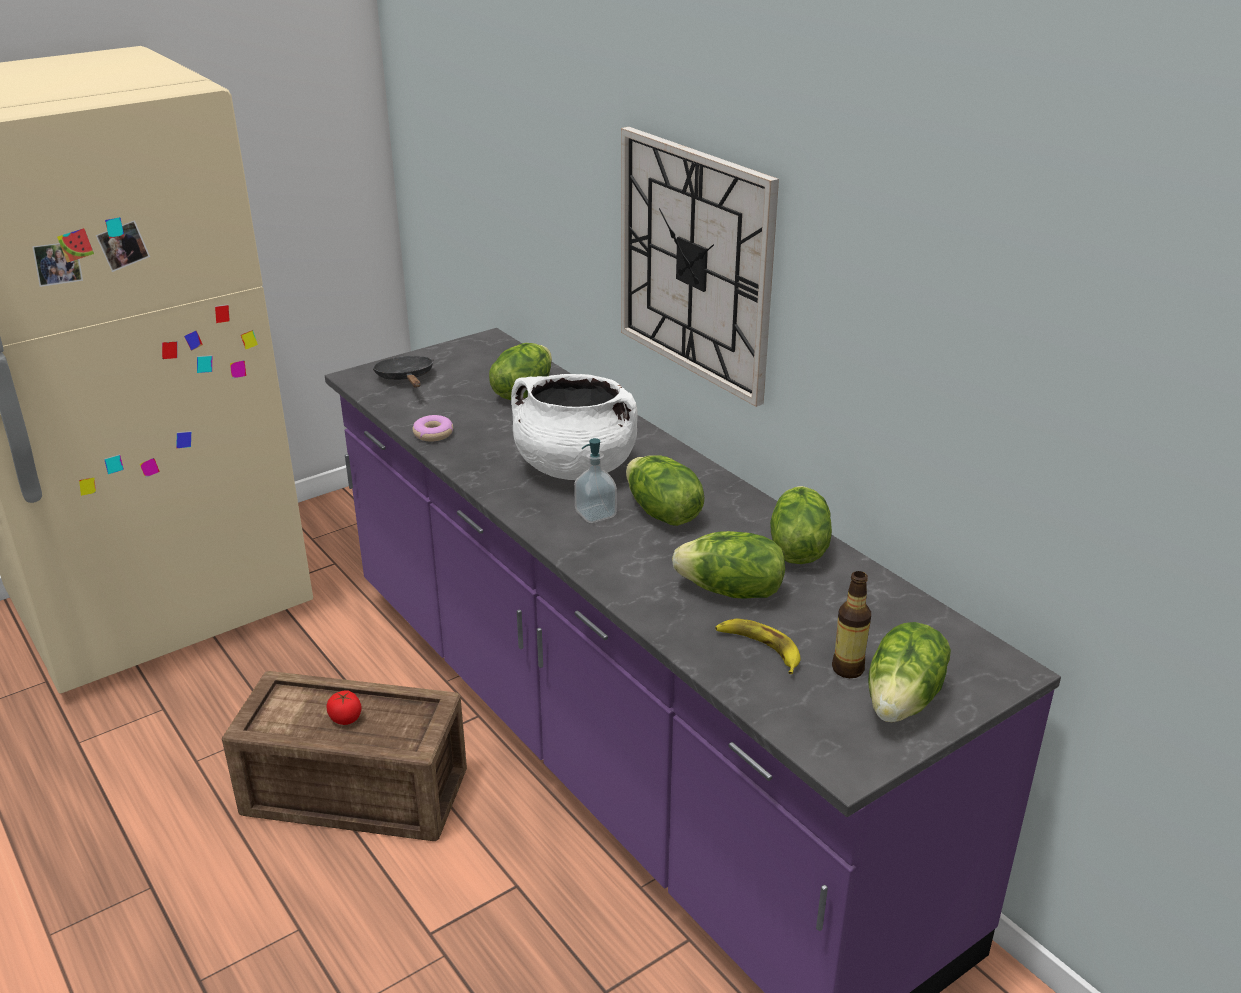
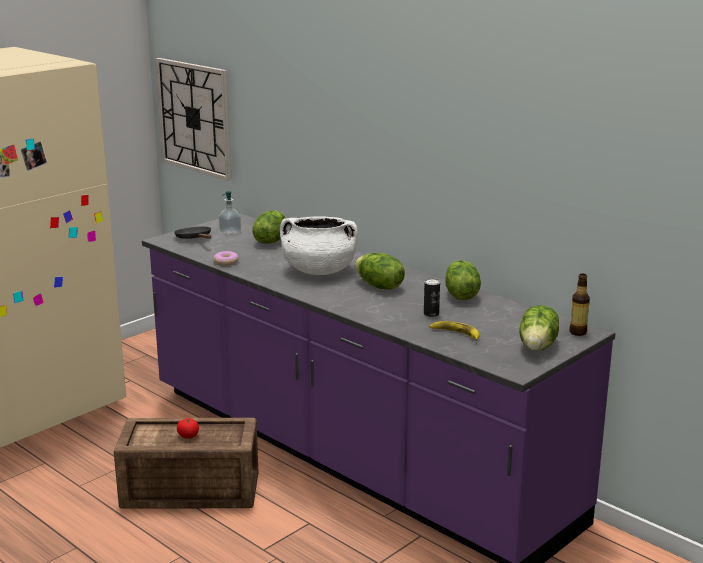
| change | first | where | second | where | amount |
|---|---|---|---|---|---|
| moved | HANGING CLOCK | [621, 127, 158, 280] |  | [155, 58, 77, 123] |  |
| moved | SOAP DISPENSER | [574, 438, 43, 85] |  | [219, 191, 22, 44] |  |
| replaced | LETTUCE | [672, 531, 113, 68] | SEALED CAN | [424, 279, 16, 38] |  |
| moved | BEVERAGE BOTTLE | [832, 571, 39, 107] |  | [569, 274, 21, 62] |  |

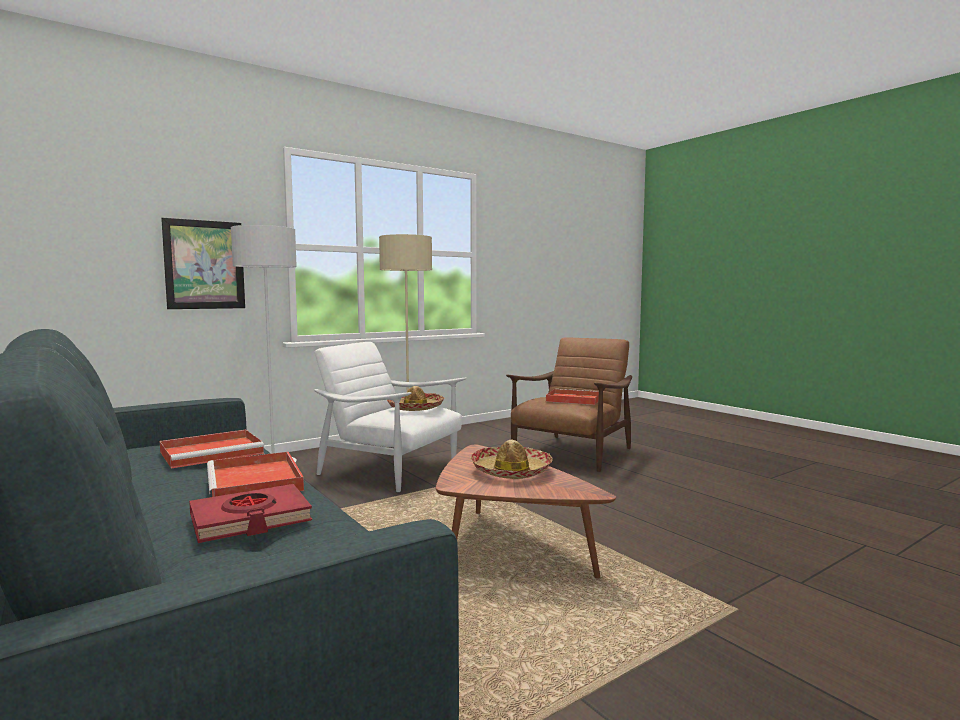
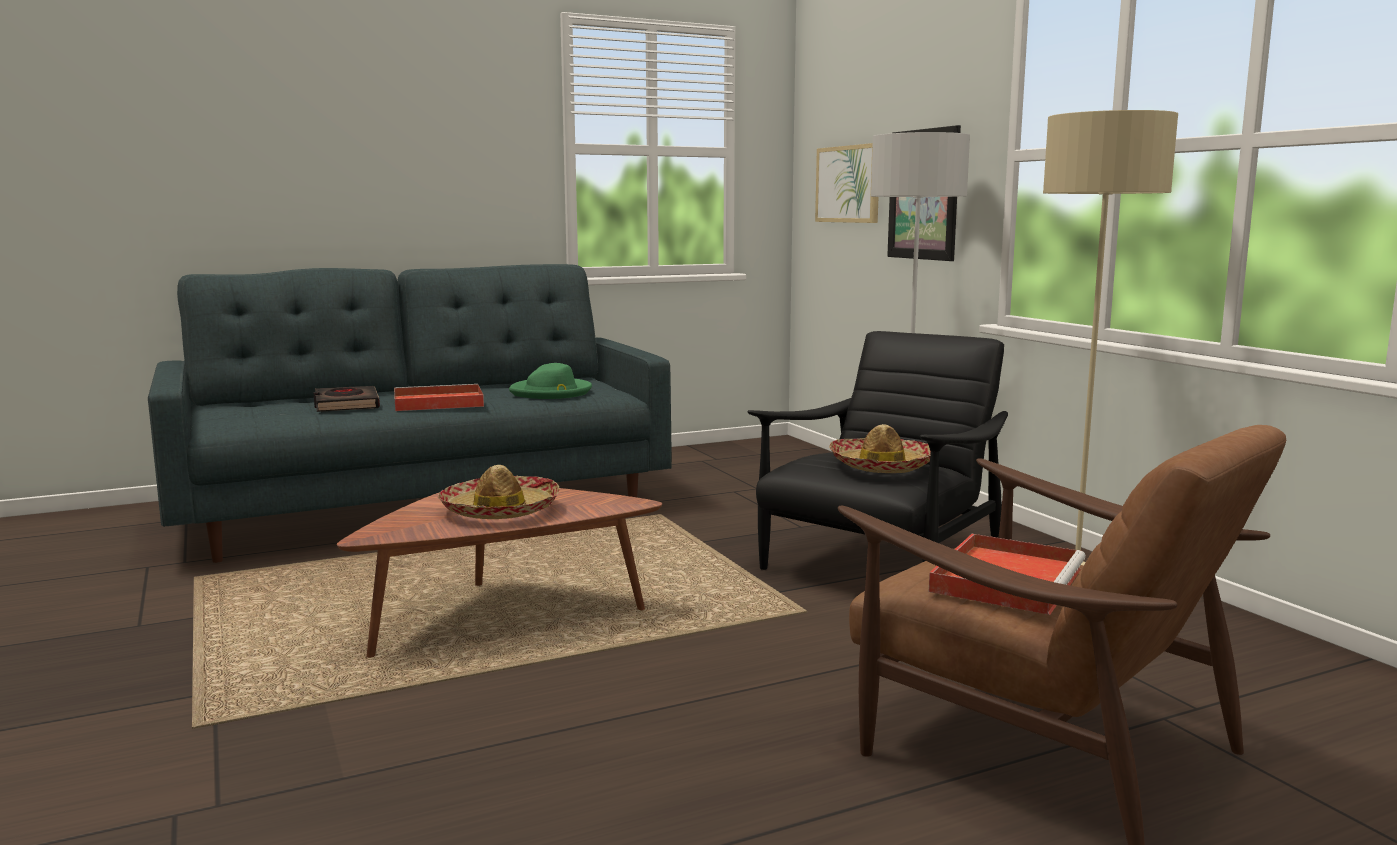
| change | first | where | second | where | amount |
|---|---|---|---|---|---|
| recoloured | RED BOOK | [189, 484, 123, 59] | BLACK-COLOURED BOOK | [314, 386, 66, 26] |  |
| replaced | RED SERVING TRAY | [159, 430, 105, 39] | GREEN-COLOURED CLOTHING HAT | [509, 363, 83, 36] |  |
| recoloured | WHITE EASY CHAIR | [314, 342, 153, 150] | BLACK-COLOURED EASY CHAIR | [747, 331, 261, 239] |  |
| added |  |  | WALL PICTURE | [815, 143, 63, 80] |  |

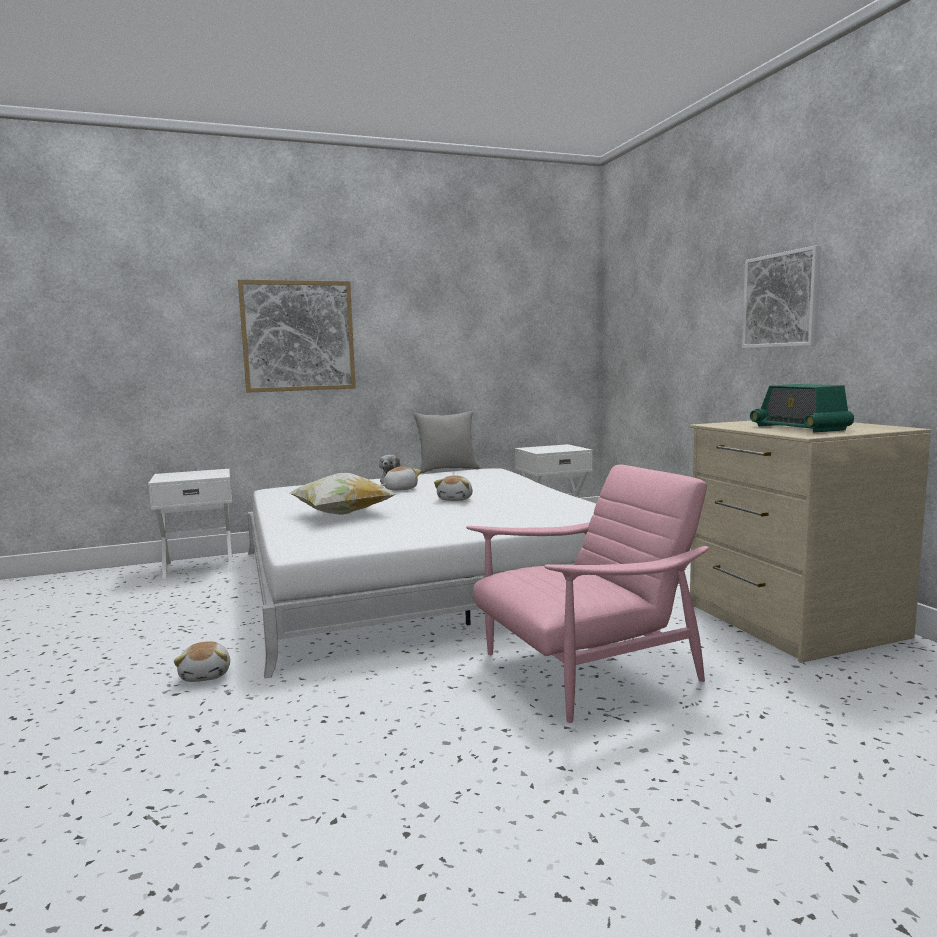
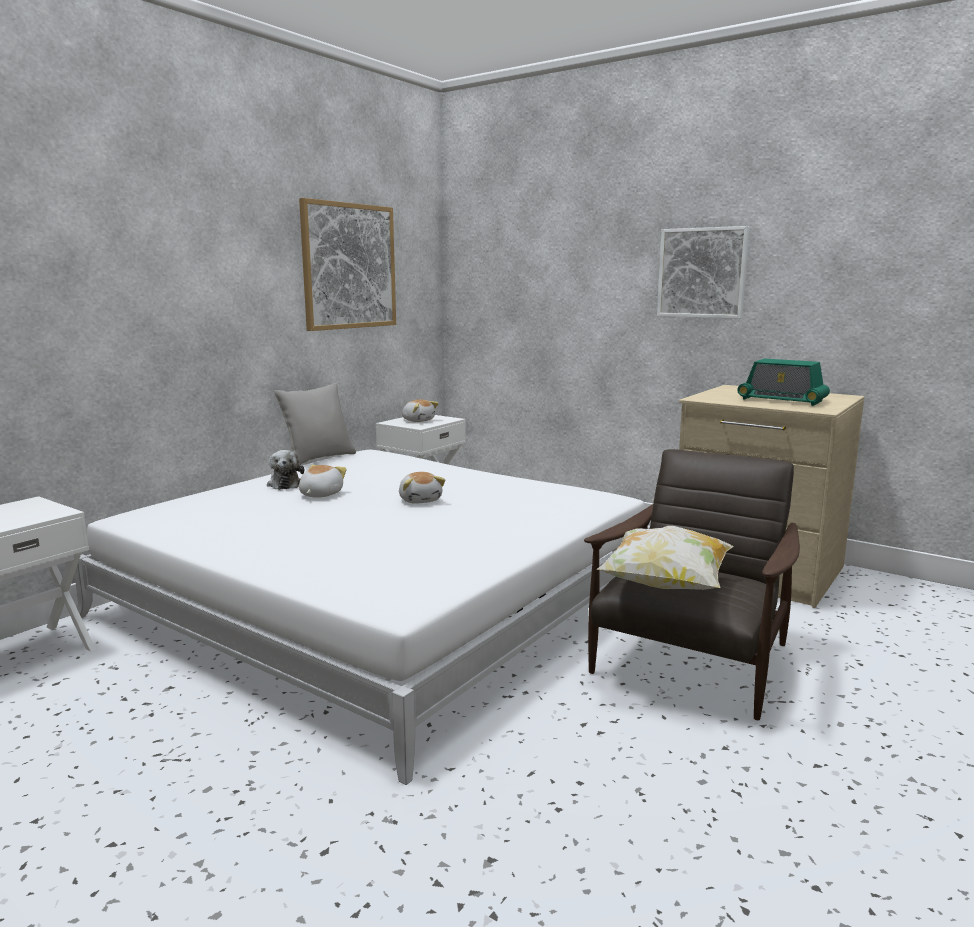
| change | first | where | second | where | amount |
|---|---|---|---|---|---|
| moved | WALL PICTURE | [238, 280, 118, 113] |  | [299, 198, 97, 133] |  |
| moved | CUDDLY TOY | [174, 641, 56, 41] |  | [402, 399, 37, 23] |  |
| recoloured | PINK-COLOURED EASY CHAIR | [466, 465, 243, 258] | BROWN-COLOURED EASY CHAIR | [584, 449, 216, 271] |  |
| moved | THROW PILLOW | [290, 473, 106, 42] |  | [596, 526, 138, 64] |  |

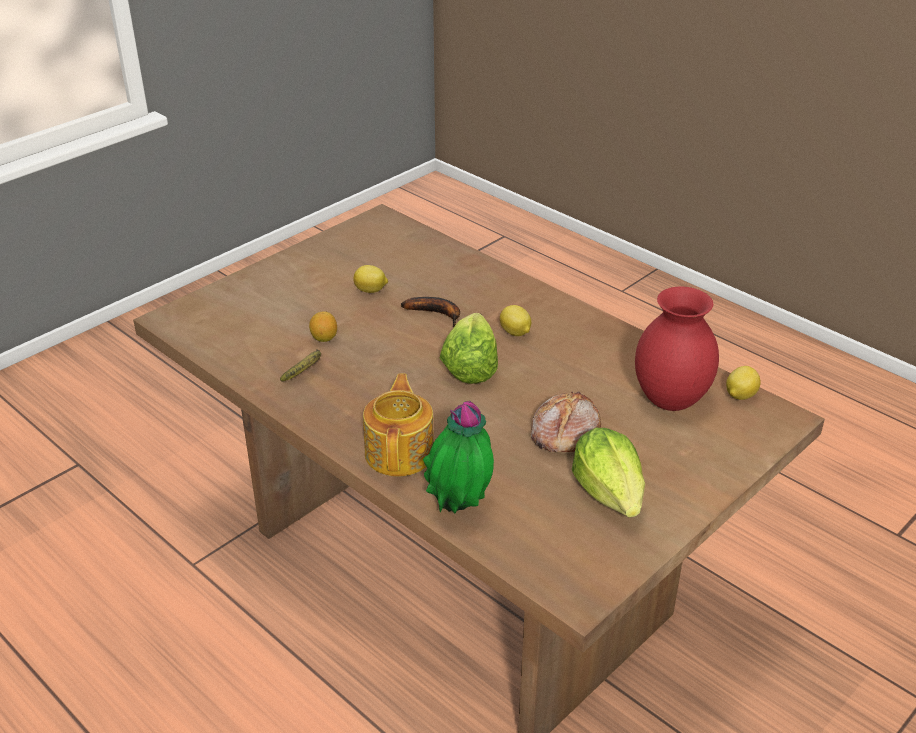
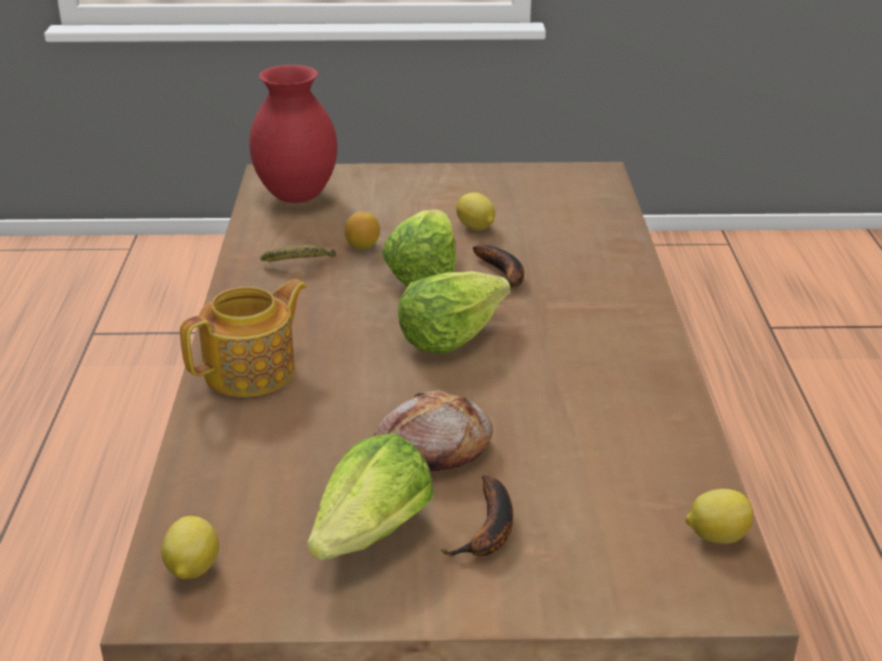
| change | first | where | second | where | amount |
|---|---|---|---|---|---|
| moved | LEMON | [500, 305, 31, 31] |  | [161, 516, 58, 63] |  |
| moved | RED VASE | [635, 286, 84, 125] |  | [249, 65, 88, 138] |  |
| added |  |  | LETTUCE | [382, 210, 75, 76] |  |
| added |  |  | BANANA | [440, 476, 73, 81] |  |
| removed | HOUSEPLANT | [423, 401, 71, 112] |  |  |  |

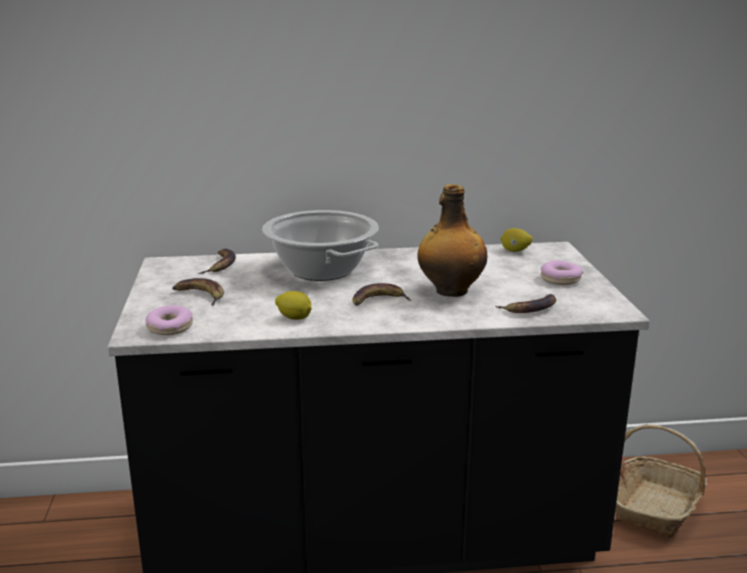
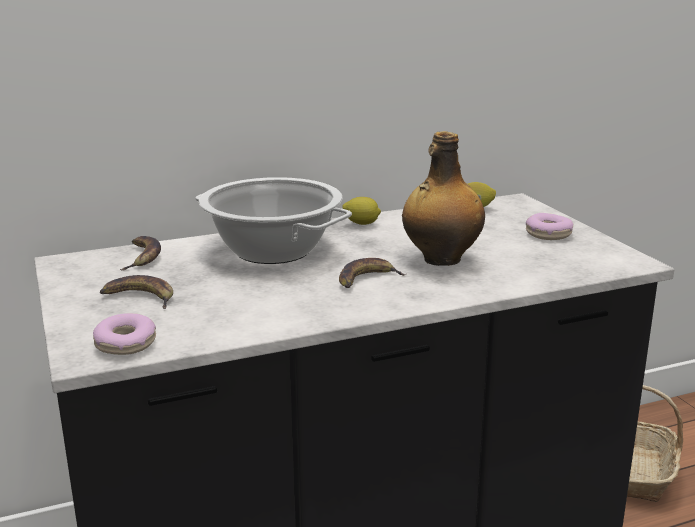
| change | first | where | second | where | amount |
|---|---|---|---|---|---|
| moved | LEMON | [275, 291, 36, 29] |  | [342, 197, 39, 28] |  |
| removed | BANANA | [496, 294, 60, 19] |  |  |  |

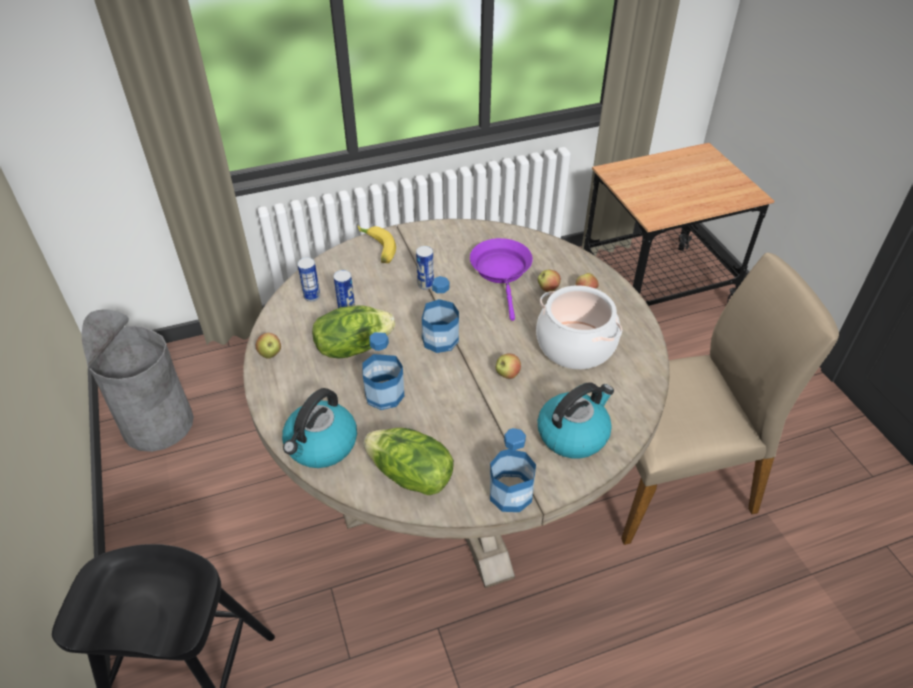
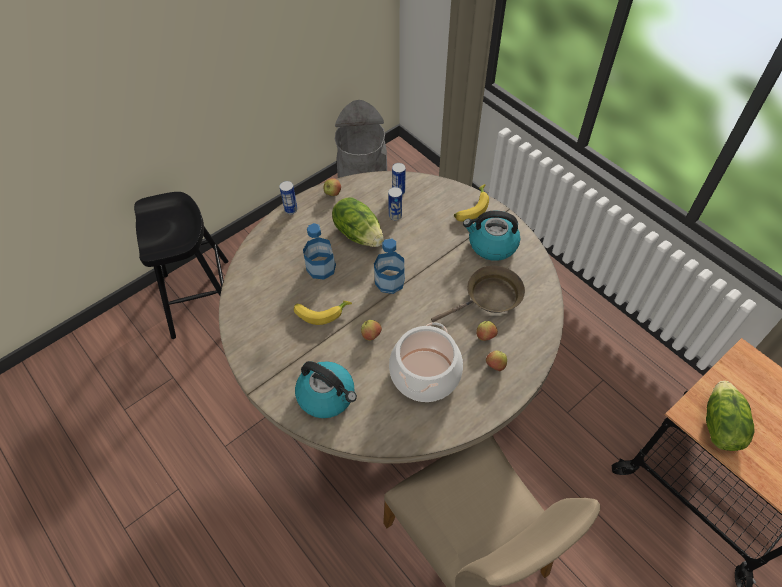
| change | first | where | second | where | amount |
|---|---|---|---|---|---|
| moved | SEALED CAN | [416, 246, 18, 44] |  | [279, 181, 19, 33] |  |
| added |  |  | BANANA | [294, 301, 58, 24] |  |
| recoloured | PURPLISH FRYING PAN | [470, 238, 63, 83] | BROWN-COLOURED FRYING PAN | [431, 266, 94, 56] |  |
| moved | TEA KETTLE | [282, 388, 75, 80] |  | [463, 211, 57, 50] |  |
| moved | LETTUCE | [364, 428, 90, 67] |  | [706, 381, 49, 70] |  |
| removed | BEVERAGE BOTTLE | [490, 428, 46, 84] |  |  |  |

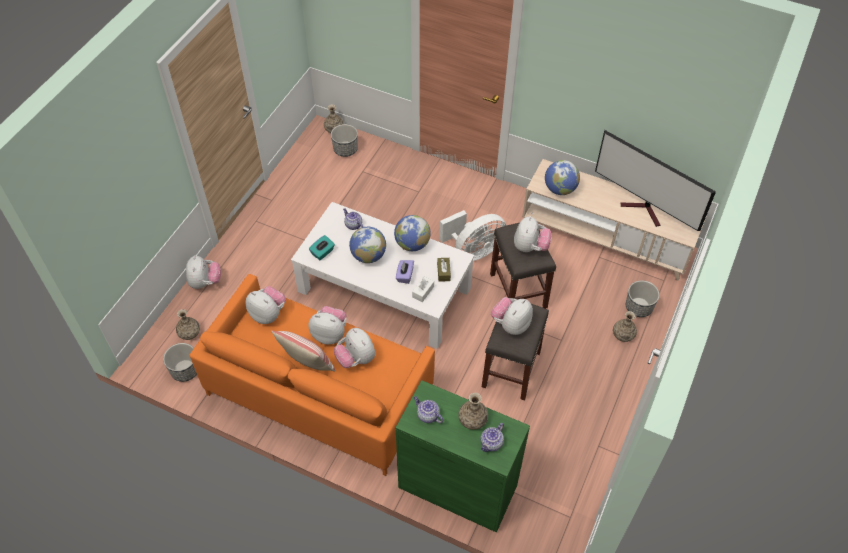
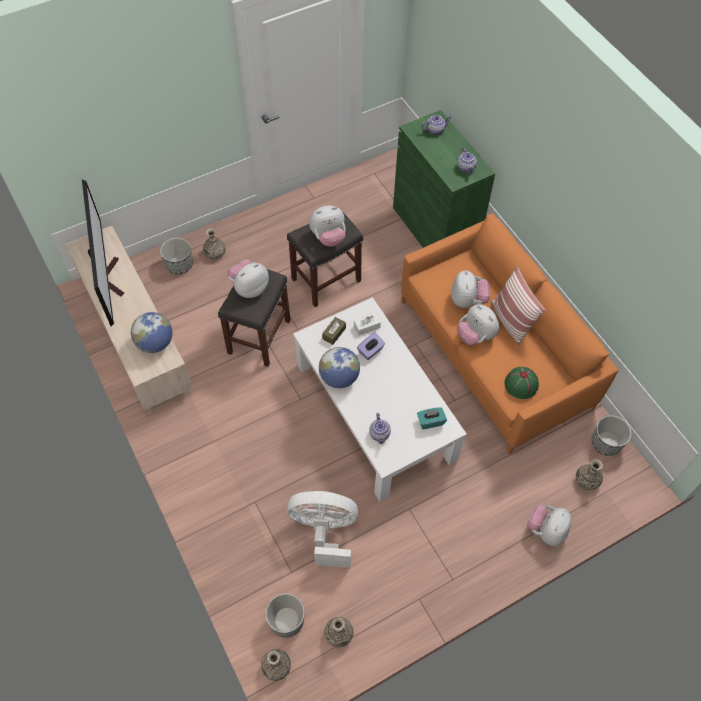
| change | first | where | second | where | amount |
|---|---|---|---|---|---|
| moved | WHITE FAN | [440, 210, 66, 51] |  | [287, 491, 71, 77] |  |
| moved | VASE | [458, 393, 30, 37] |  | [324, 617, 29, 30] |  |
| replaced | CUDDLY TOY | [246, 286, 40, 38] | GREEN-COLOURED CLOTHING HAT | [504, 367, 35, 32] |  |
| removed | DESK GLOBE | [349, 227, 37, 36] |  |  |  |

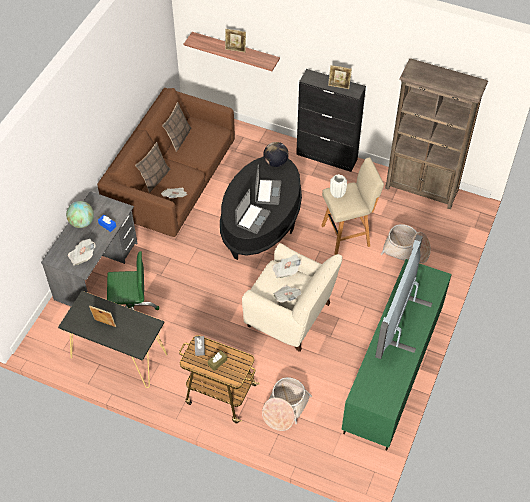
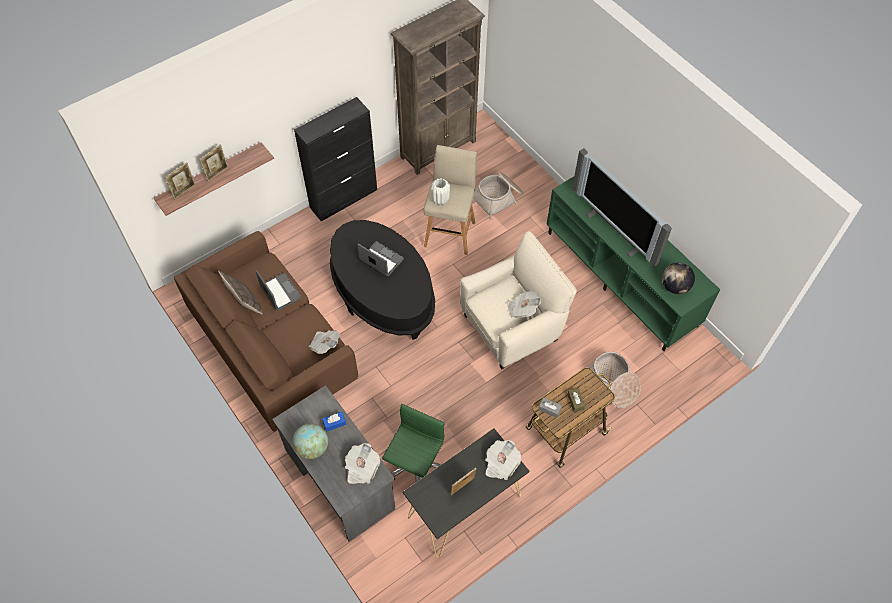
| change | first | where | second | where | amount |
|---|---|---|---|---|---|
| moved | STANDING FRAME | [328, 65, 24, 24] |  | [165, 162, 31, 37] |  |
| moved | PORTABLE COMPUTER | [235, 189, 36, 45] |  | [256, 270, 46, 41] |  |
| moved | DAILY PAPER | [272, 254, 30, 24] |  | [485, 440, 36, 40] |  |
| moved | DESK GLOBE | [263, 142, 26, 25] |  | [662, 262, 33, 32] |  |
| removed | THROW PILLOW | [135, 142, 35, 51] |  |  |  |

